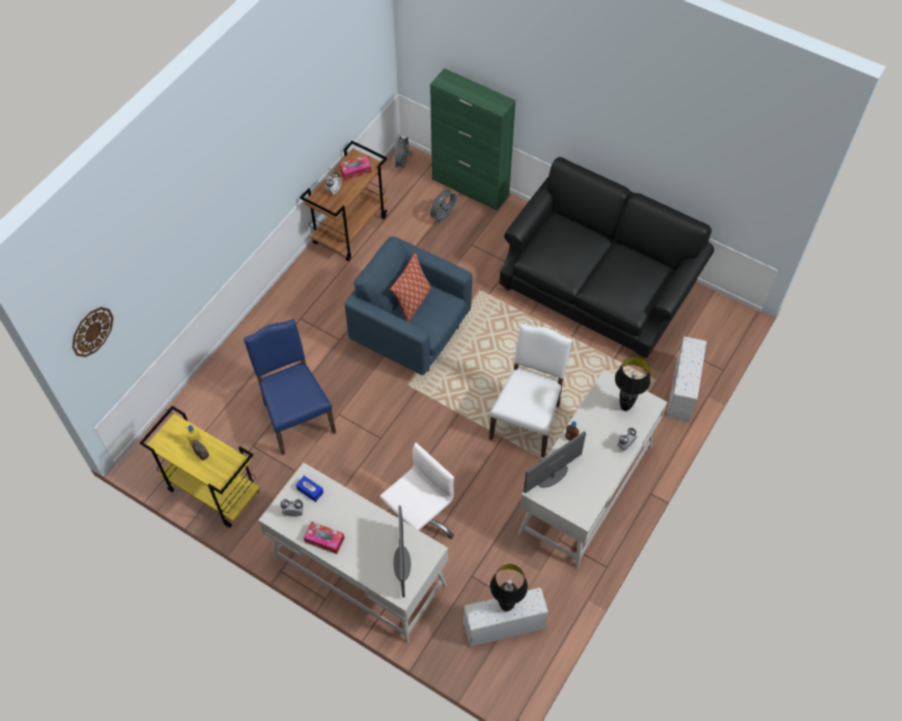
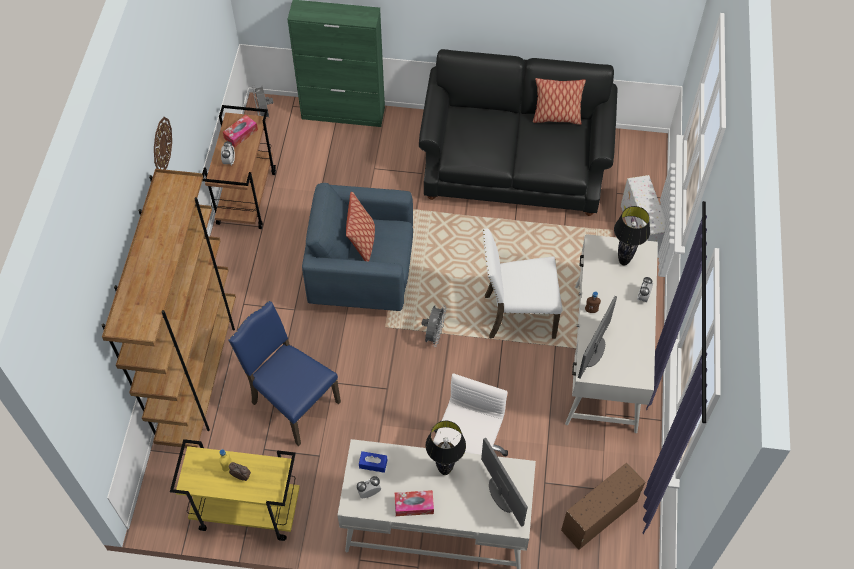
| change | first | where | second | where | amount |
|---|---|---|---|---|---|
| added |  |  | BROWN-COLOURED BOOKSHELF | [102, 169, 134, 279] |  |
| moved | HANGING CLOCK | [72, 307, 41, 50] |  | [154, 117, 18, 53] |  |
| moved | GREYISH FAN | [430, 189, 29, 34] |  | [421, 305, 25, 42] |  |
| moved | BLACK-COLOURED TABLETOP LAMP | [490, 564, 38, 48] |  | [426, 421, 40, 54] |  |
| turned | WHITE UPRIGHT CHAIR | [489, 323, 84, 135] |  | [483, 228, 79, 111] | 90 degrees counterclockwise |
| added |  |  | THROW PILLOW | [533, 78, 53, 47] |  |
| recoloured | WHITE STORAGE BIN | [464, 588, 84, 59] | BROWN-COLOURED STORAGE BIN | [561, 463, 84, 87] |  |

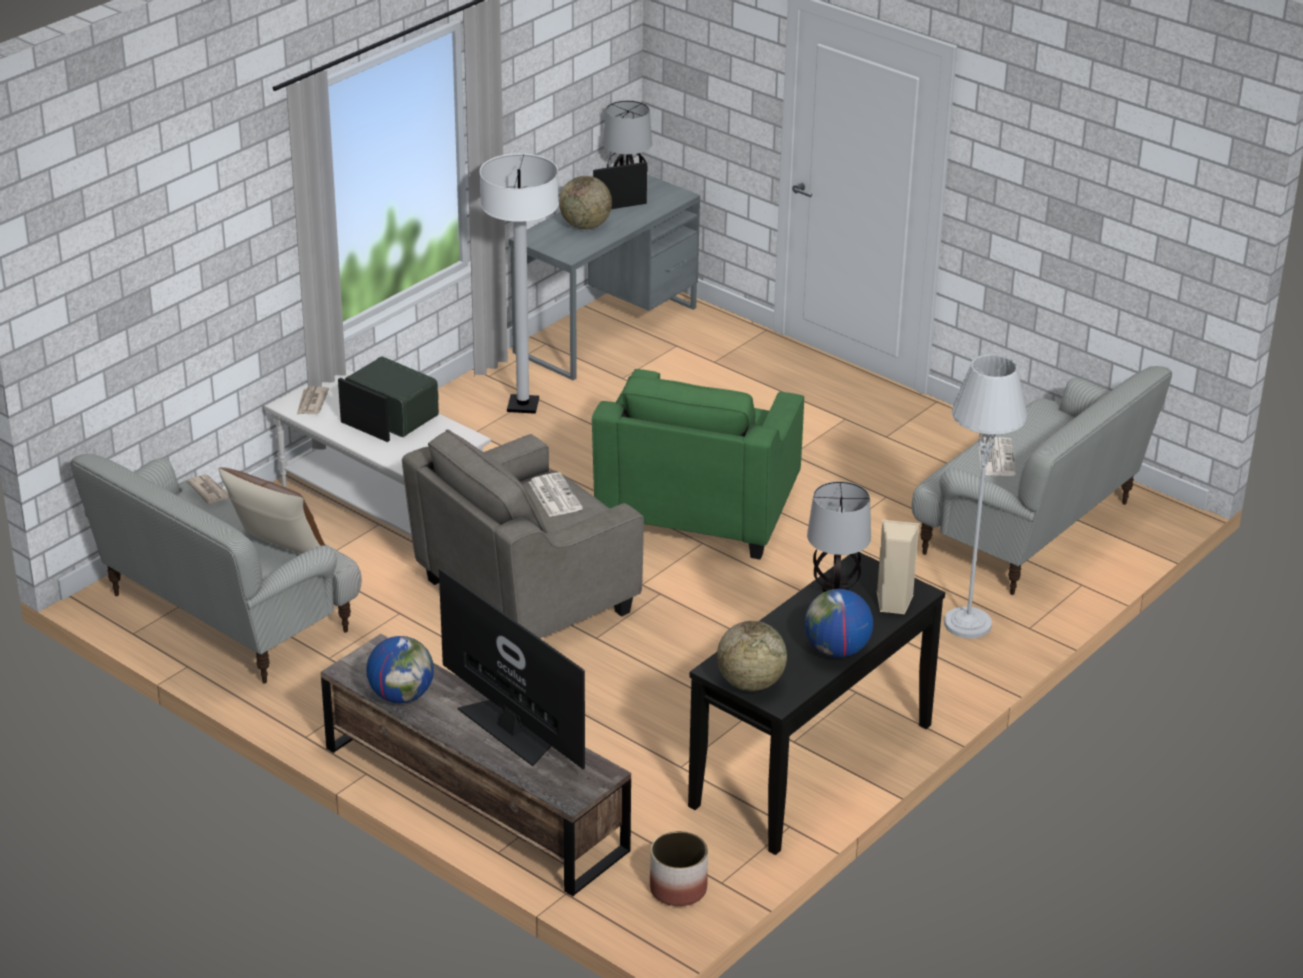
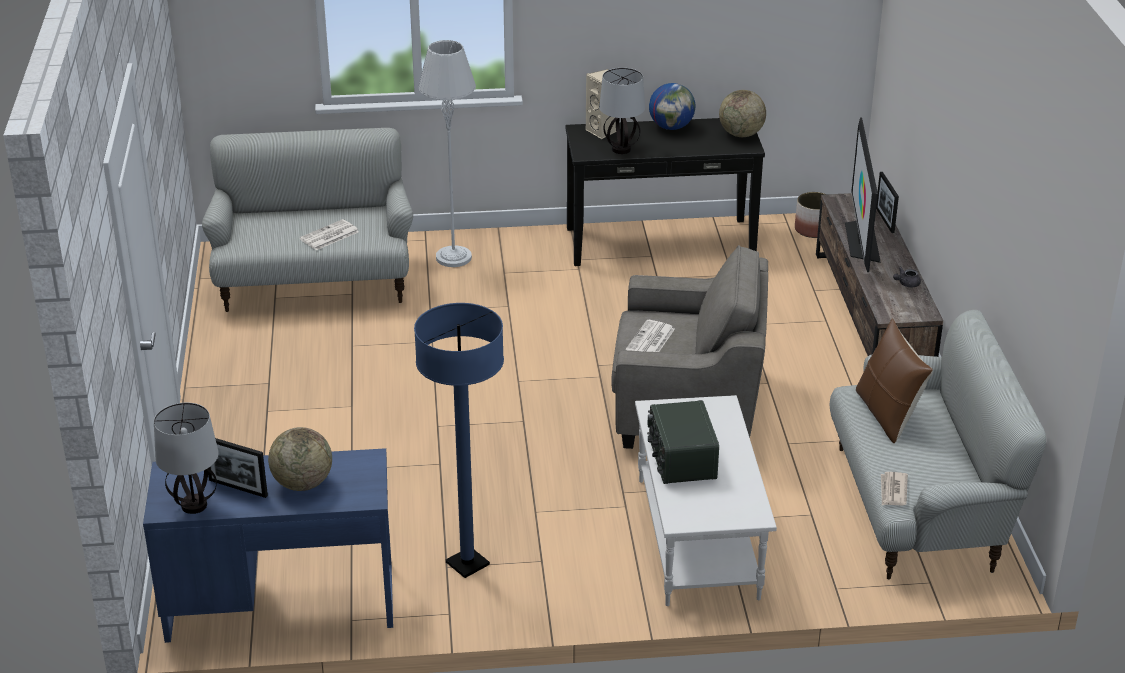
| change | first | where | second | where | amount |
|---|---|---|---|---|---|
| recoloured | GREYISH DESK | [509, 175, 191, 206] | BLUE-COLOURED DESK | [143, 448, 250, 195] |  |
| recoloured | WHITE FLOOR LAMP | [480, 153, 79, 261] | BLUE-COLOURED FLOOR LAMP | [414, 303, 90, 275] |  |
| moved | STANDING FRAME | [338, 378, 52, 64] |  | [876, 172, 23, 61] |  |
| replaced | DESK GLOBE | [366, 636, 68, 67] | GREYISH TEA POT | [893, 267, 28, 21] |  |
| removed | DAILY PAPER | [297, 386, 32, 29] |  |  |  |
| removed | GREEN-COLOURED EASY CHAIR | [592, 369, 212, 191] |  |  |  |

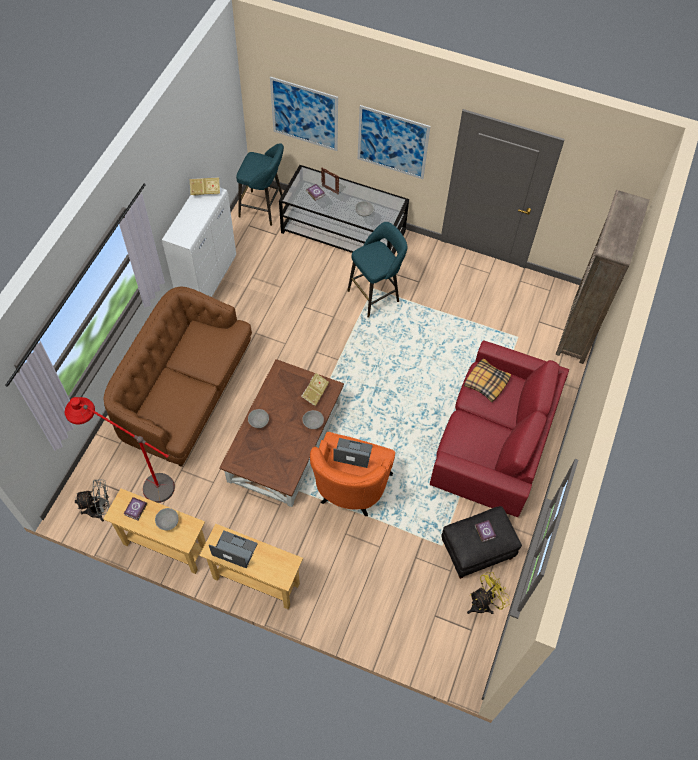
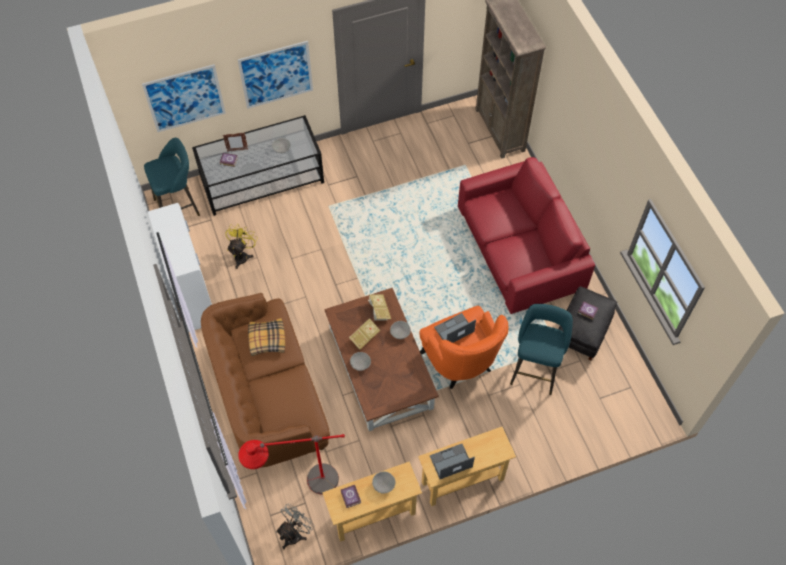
| change | first | where | second | where | amount |
|---|---|---|---|---|---|
| moved | YELLOWISH FAN | [467, 572, 43, 42] |  | [226, 224, 32, 45] |  |
| moved | THROW PILLOW | [464, 358, 47, 44] |  | [248, 318, 37, 38] |  |
| moved | BOOK | [190, 177, 30, 19] |  | [349, 318, 31, 32] |  |
| moved | BLUE-GREEN STOOL SEAT | [347, 222, 61, 96] |  | [510, 304, 63, 91] |  |

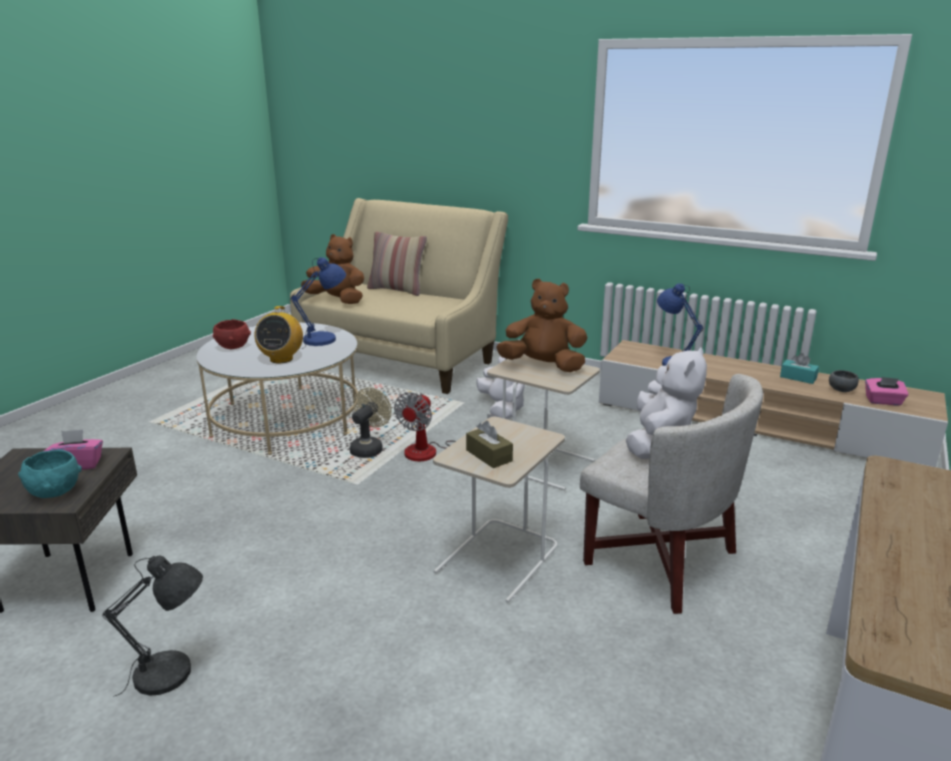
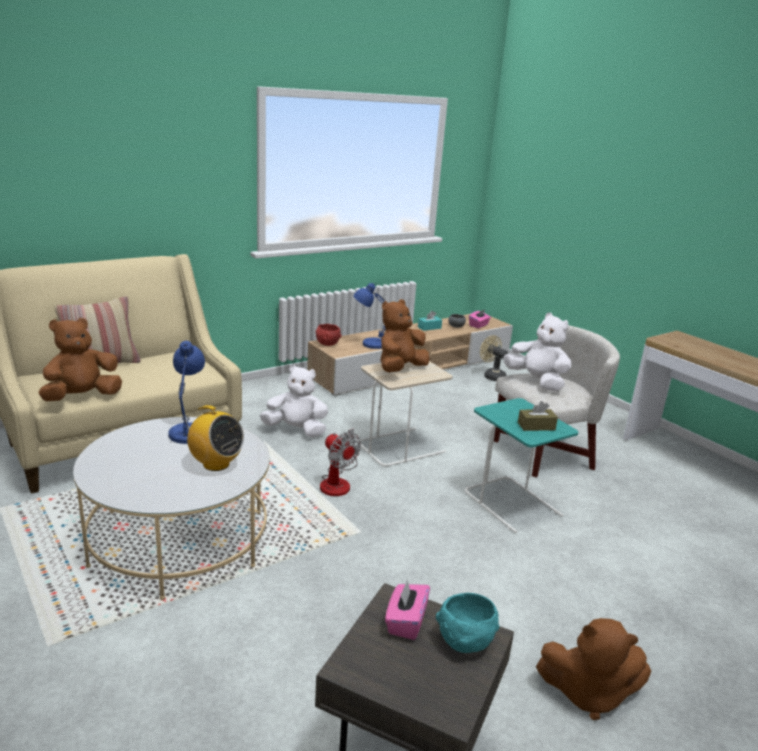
| change | first | where | second | where | amount |
|---|---|---|---|---|---|
| moved | RED SERVING BOWL | [213, 319, 38, 30] |  | [316, 324, 26, 22] |  |
| recoloured | BEIGE SIDE TABLE | [433, 417, 132, 186] | BLUE-GREEN SIDE TABLE | [465, 398, 114, 135] |  |
| moved | BEIGE FAN | [350, 388, 42, 70] |  | [480, 335, 28, 46] |  |
| replaced | GREYISH TABLETOP LAMP | [102, 556, 101, 141] | BROWN-COLOURED CUDDLY TOY | [536, 618, 115, 102] |  |

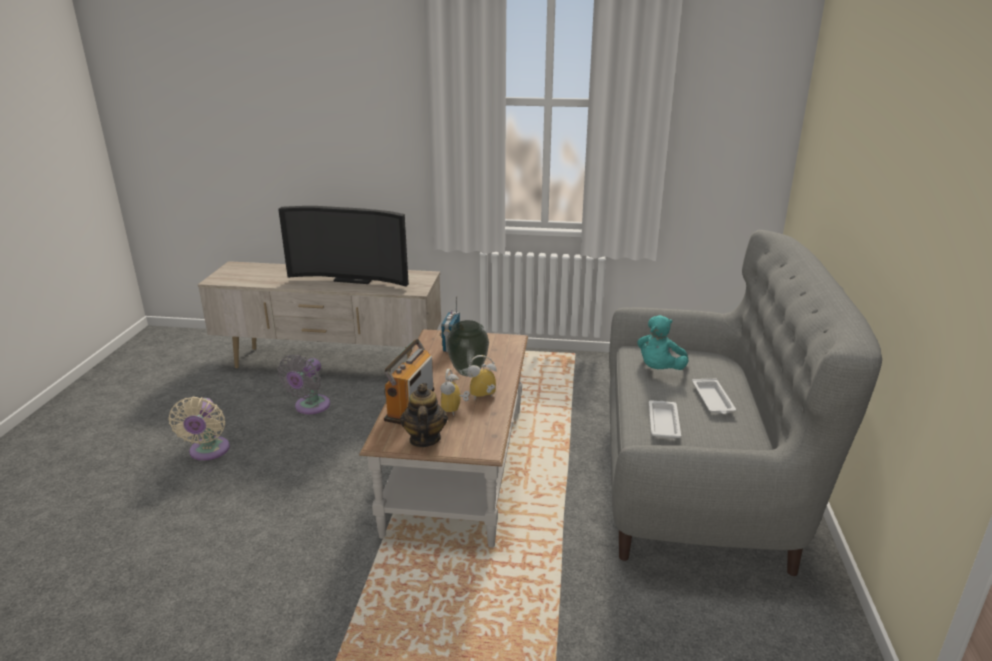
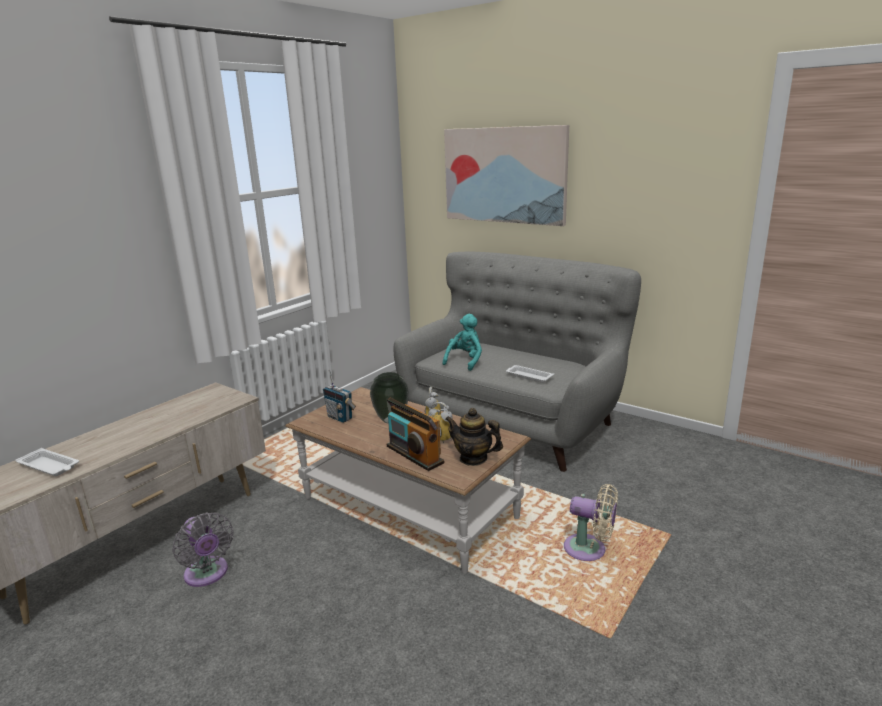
| change | first | where | second | where | amount |
|---|---|---|---|---|---|
| moved | WHITE SERVING TRAY | [692, 379, 44, 35] |  | [16, 448, 63, 28] |  |
| turned | BLUE-GREEN CUDDLY TOY | [637, 315, 51, 55] |  | [442, 314, 40, 57] | 120 degrees counterclockwise |
| added |  |  | WALL PICTURE | [444, 125, 125, 101] |  |
| moved | BEIGE FAN | [168, 397, 62, 64] |  | [564, 484, 54, 77] |  |
| removed | TV | [278, 206, 131, 81] |  |  |  |

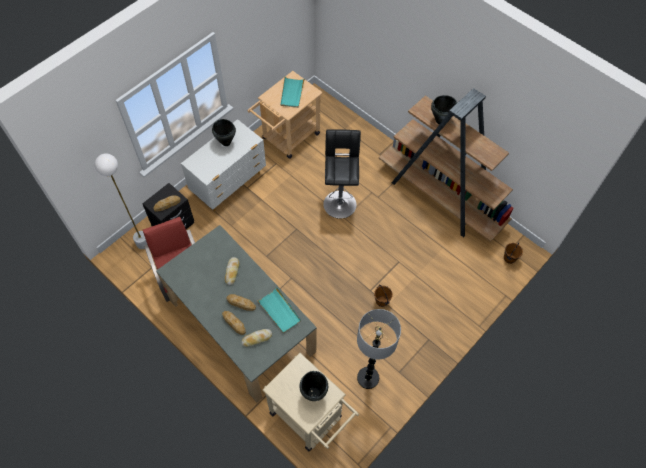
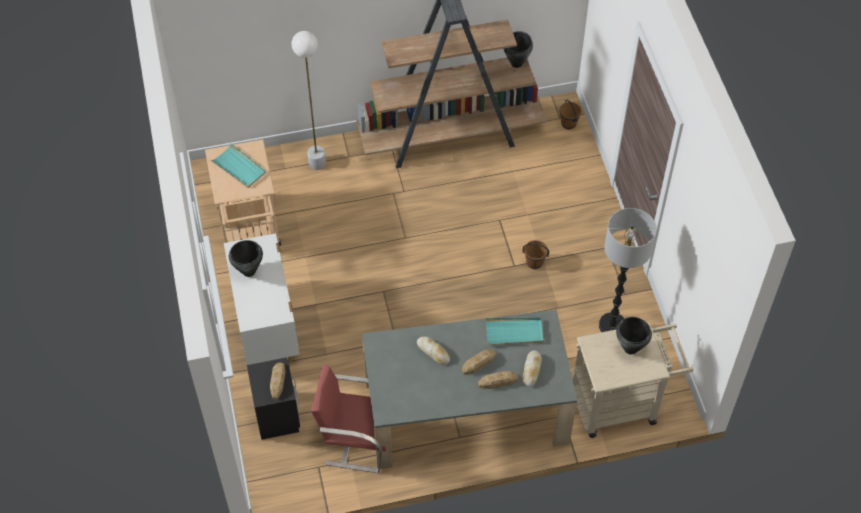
| change | first | where | second | where | amount |
|---|---|---|---|---|---|
| moved | WHITE FLOOR LAMP | [95, 153, 52, 96] |  | [291, 31, 35, 139] |  |
| moved | BLACK-COLOURED STOCKPOT | [431, 95, 26, 30] |  | [504, 31, 29, 37] |  |
| removed | BLACK-COLOURED STOOL SEAT | [323, 129, 38, 90] |  |  |  |

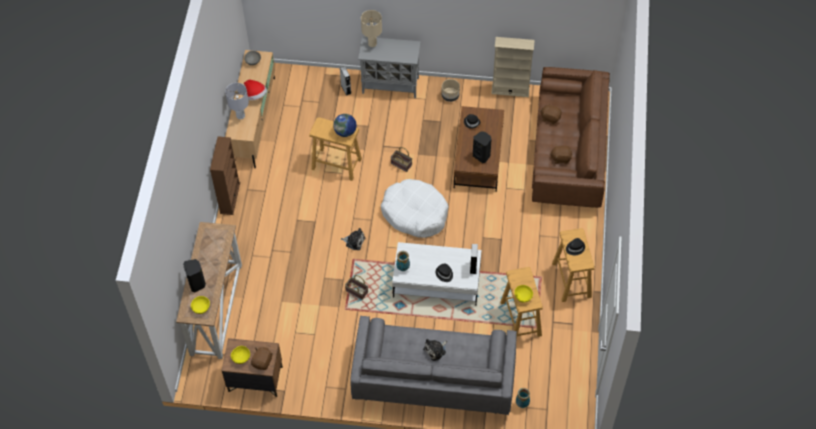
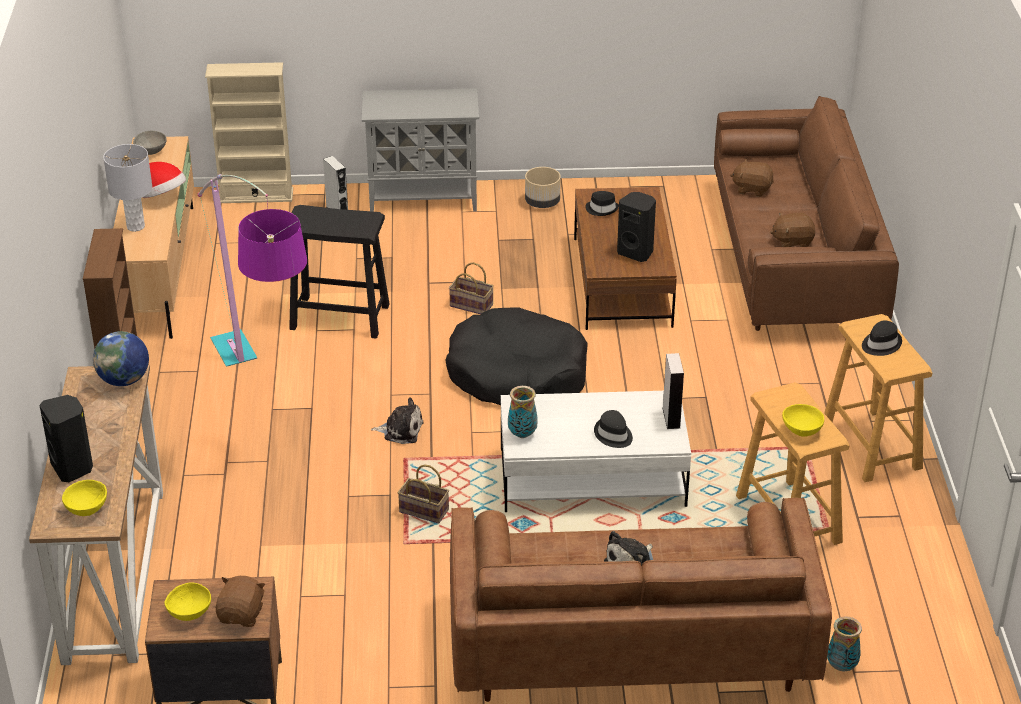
| change | first | where | second | where | amount |
|---|---|---|---|---|---|
| moved | DESK GLOBE | [333, 114, 24, 23] |  | [93, 331, 56, 55] |  |
| added |  |  | FLOOR LAMP | [197, 174, 110, 193] |  |
| moved | BEIGE BOOKSHELF | [491, 37, 44, 60] |  | [205, 62, 88, 141] |  |
| recoloured | BEIGE STOOL SEAT | [309, 117, 53, 64] | BLACK-COLOURED STOOL SEAT | [289, 205, 101, 134] |  |
| recoloured | WHITE PET BED | [381, 179, 68, 59] | BLACK-COLOURED PET BED | [446, 308, 142, 97] |  |
| recoloured | GREYISH SOFA | [350, 316, 167, 99] | BROWN-COLOURED SOFA | [450, 498, 382, 204] |  |
| removed | BEIGE TABLETOP LAMP | [361, 10, 21, 37] |  |  |  |

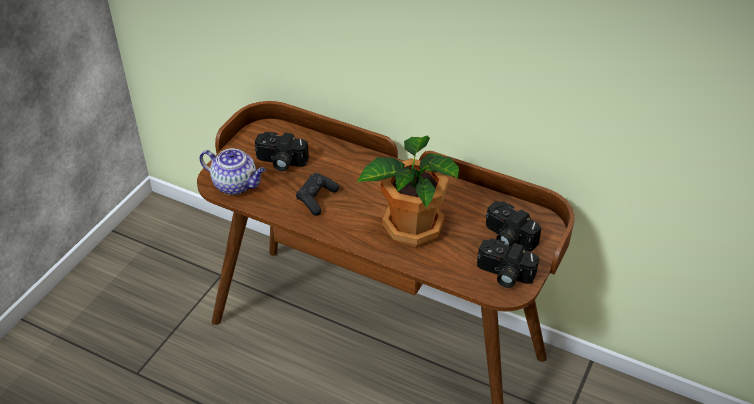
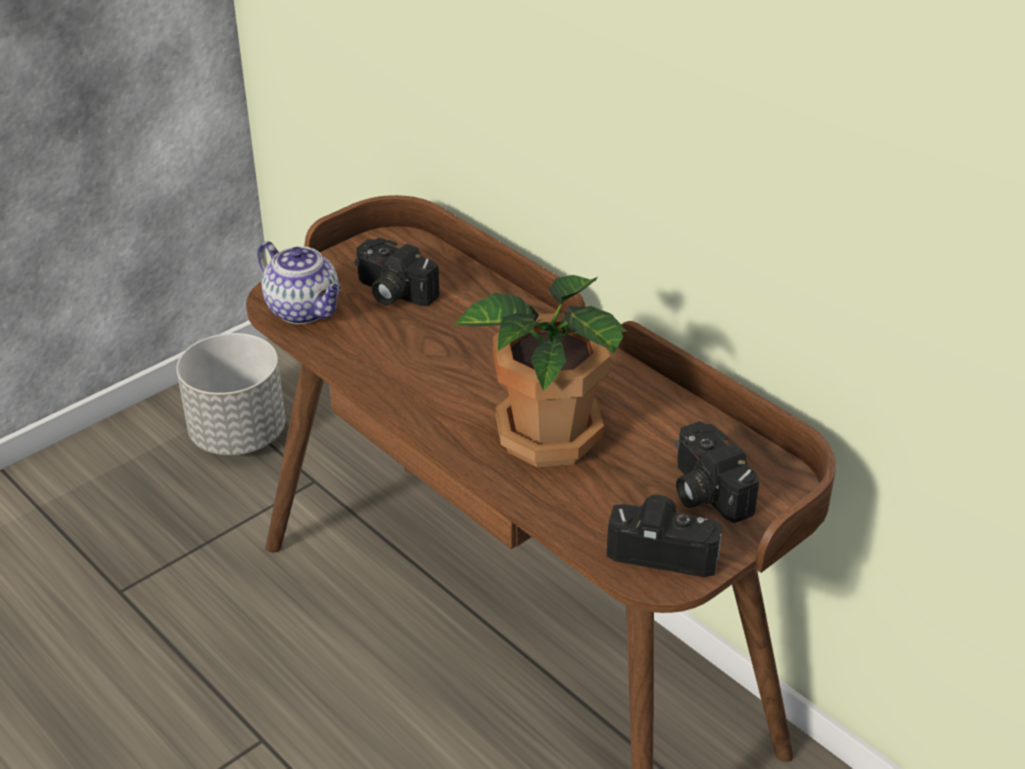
| change | first | where | second | where | amount |
|---|---|---|---|---|---|
| added |  |  | GREYISH PLANTER | [176, 333, 110, 122] |  |
| turned | PHOTO CAMERA | [477, 238, 62, 50] |  | [606, 495, 116, 82] | 150 degrees clockwise |
| removed | BLACK-COLOURED GAMEPAD | [296, 173, 43, 43] |  |  |  |

